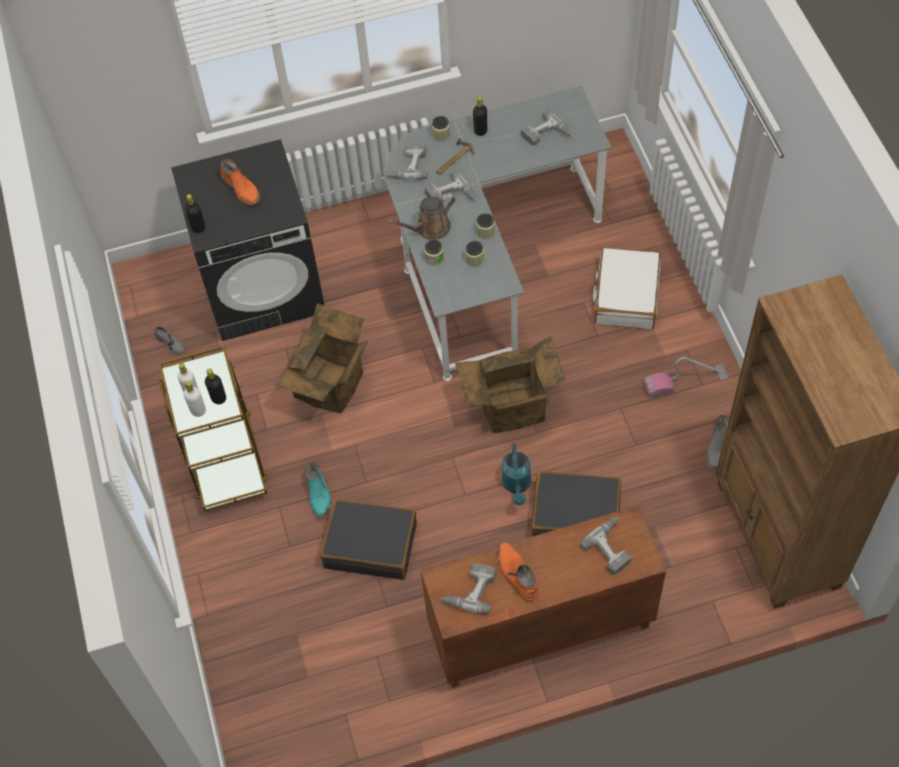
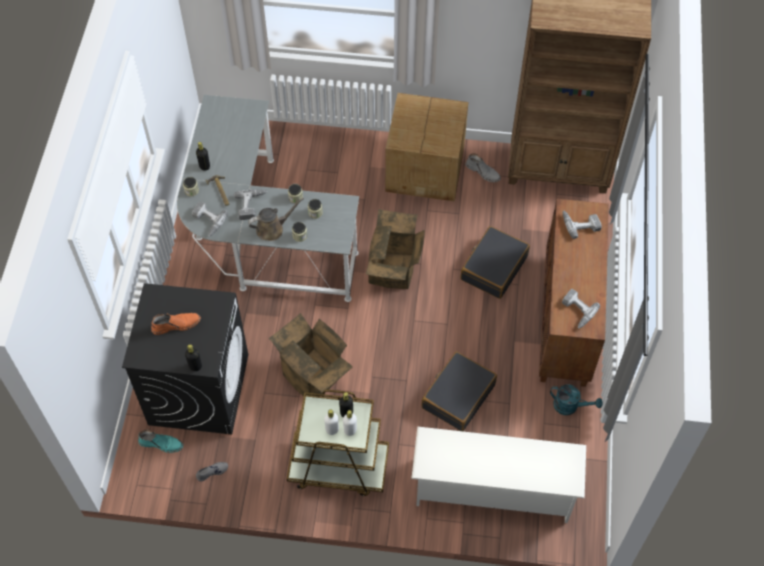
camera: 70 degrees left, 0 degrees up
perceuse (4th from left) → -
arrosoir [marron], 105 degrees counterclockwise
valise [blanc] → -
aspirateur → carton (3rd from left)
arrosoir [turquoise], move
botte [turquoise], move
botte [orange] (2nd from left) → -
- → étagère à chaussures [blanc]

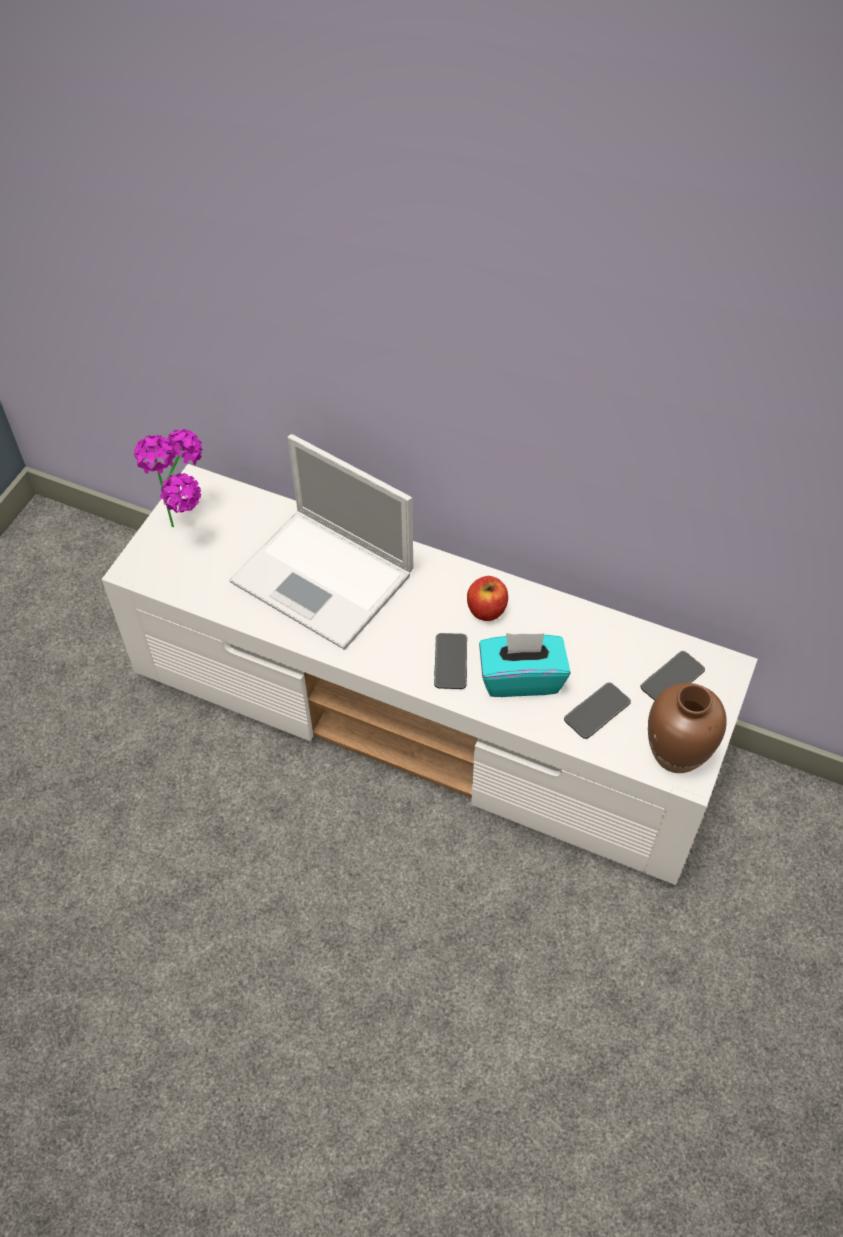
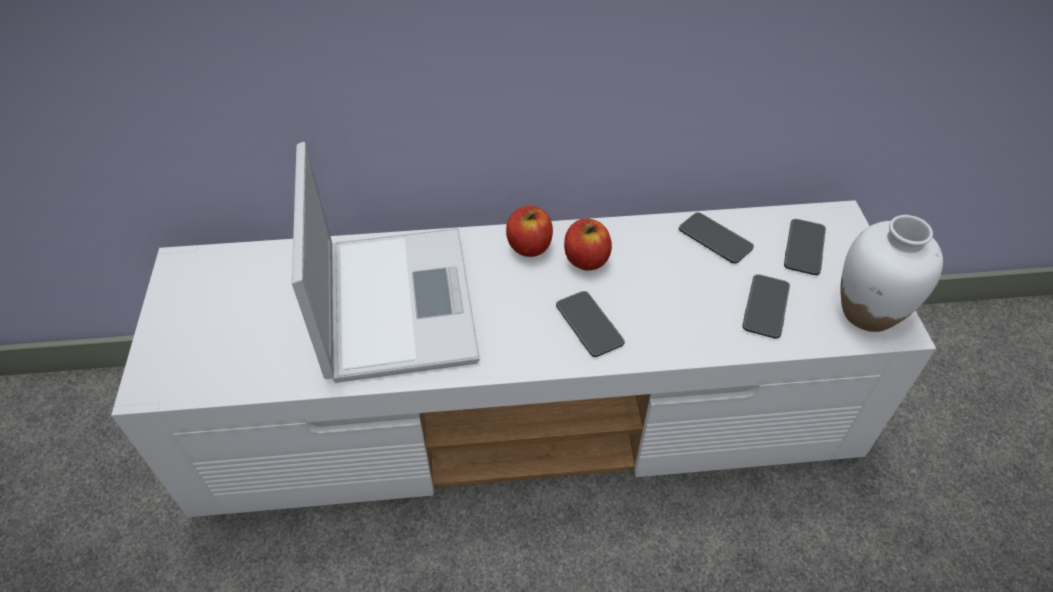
camera: 30 degrees left, 5 degrees down
plante en pot → -
ordinateur portable, 105 degrees counterclockwise
boîte à mouchoirs [turquoise] → -
vase [marron] → vase [blanc]
- → pomme (1st from left)
- → téléphone (2nd from left)

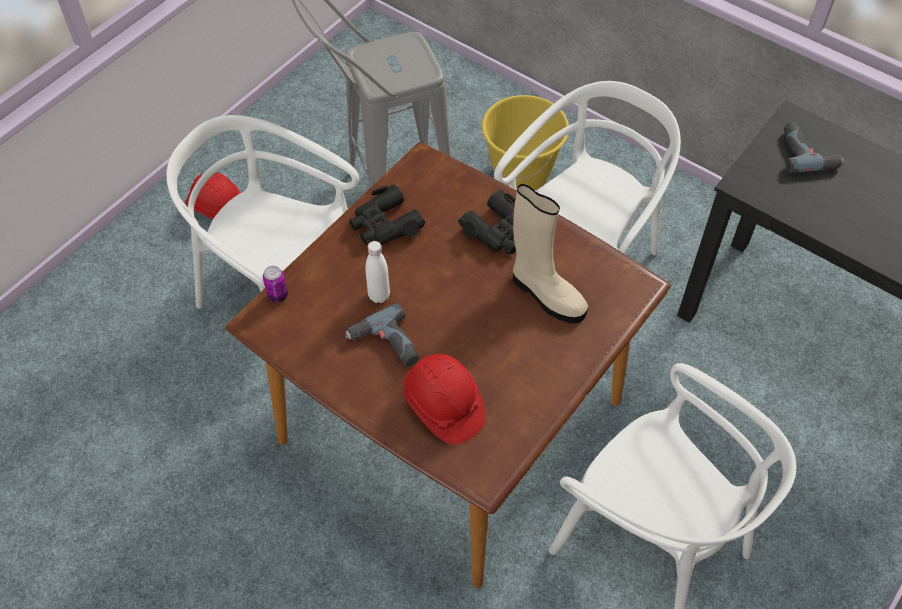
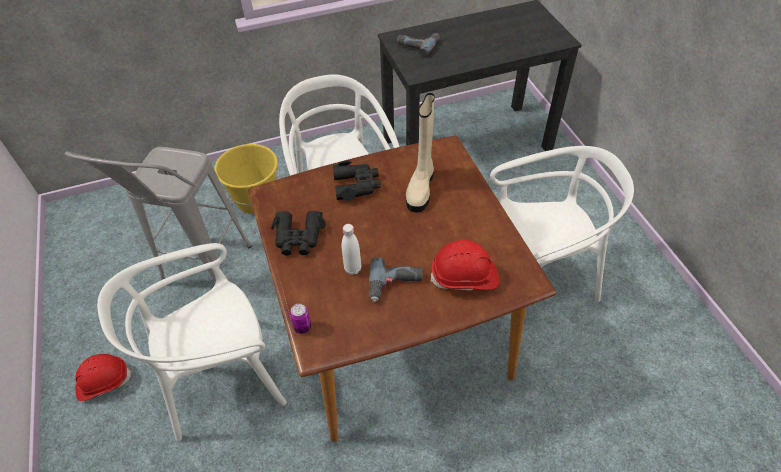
camera: 55 degrees left, 5 degrees down
botte [beige], 120 degrees clockwise

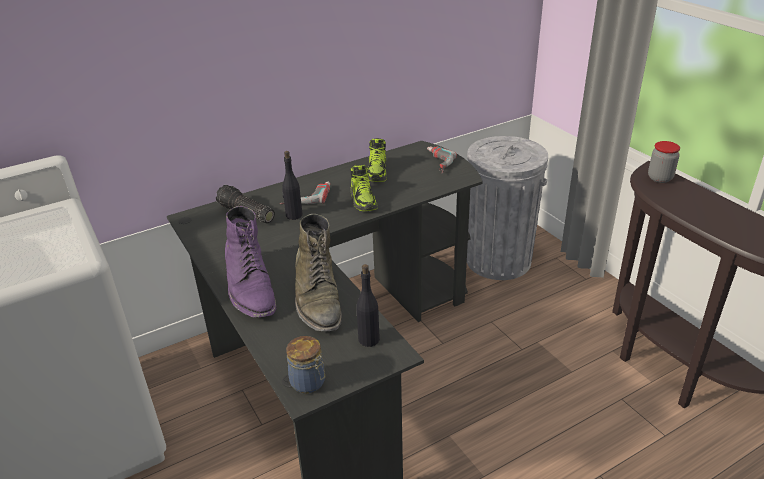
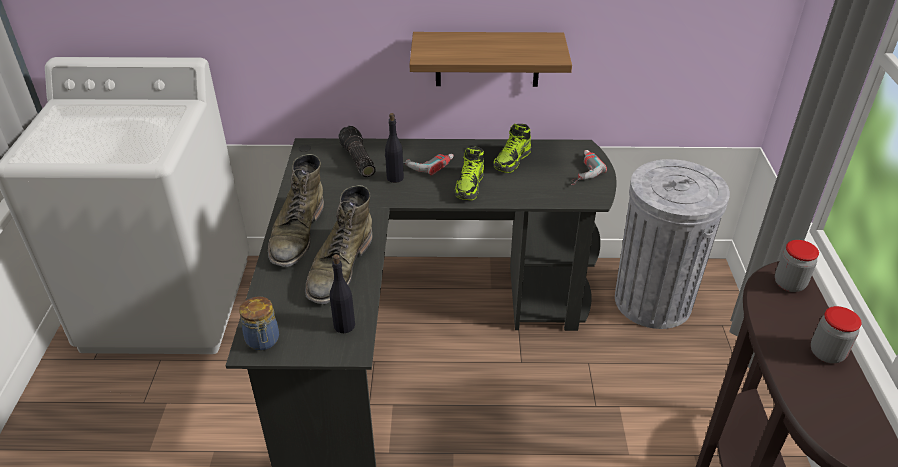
camera: 30 degrees right, 5 degrees up
botte [violet] → botte [vert] (1st from left)
- → étagère
- → bocal (3rd from left)

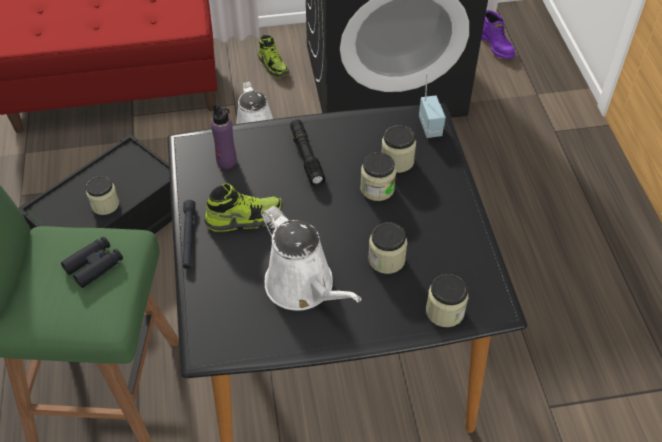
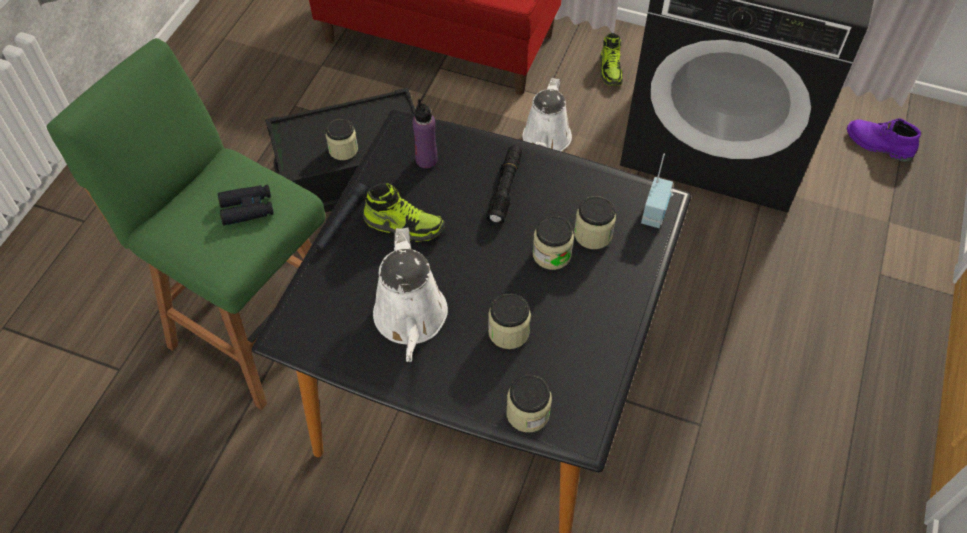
camera: 30 degrees right, 5 degrees up
botte [violet], 120 degrees clockwise

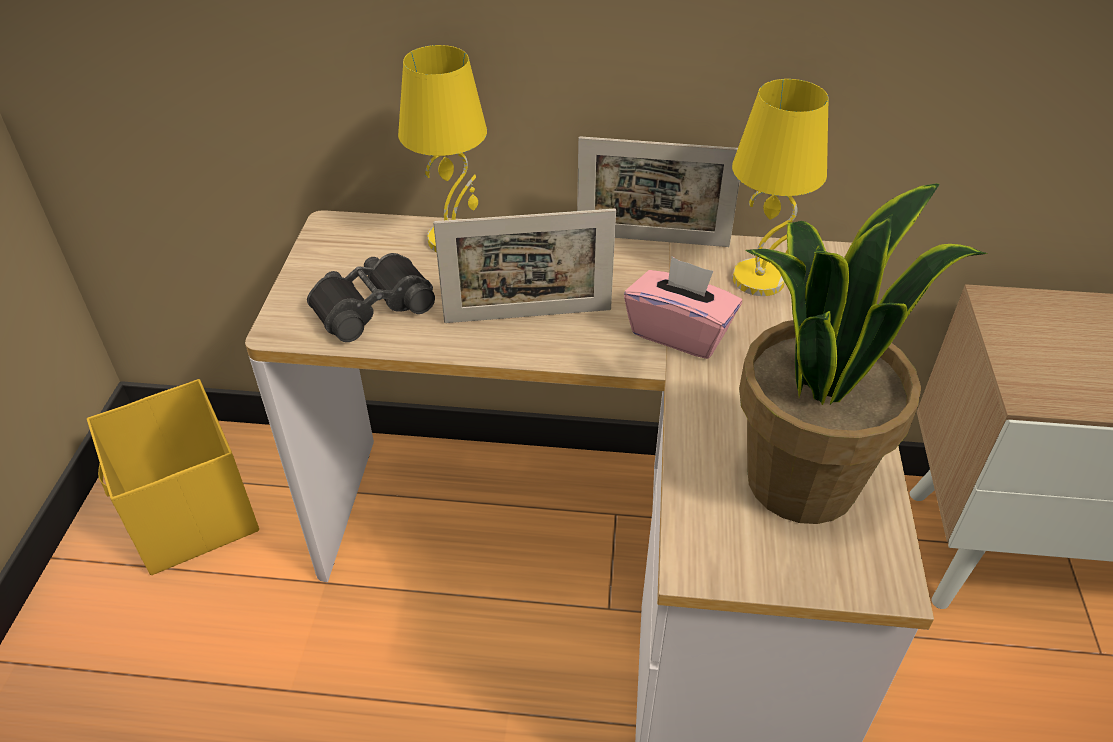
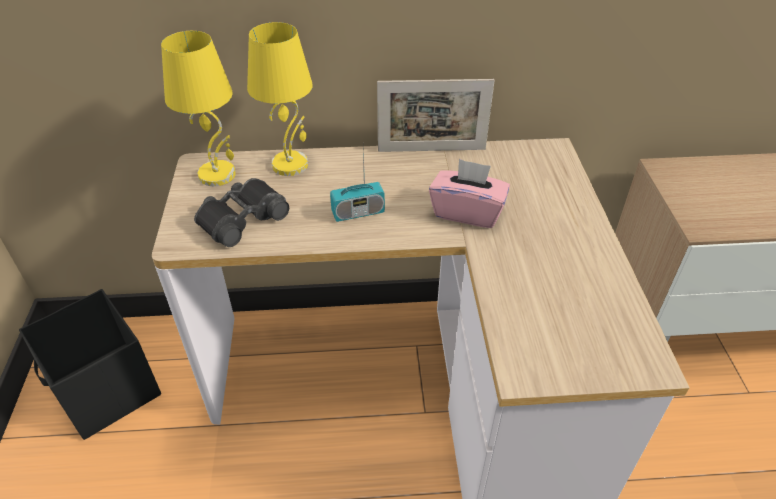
camera: 10 degrees left, 0 degrees up
lampe de table [jaune] (2nd from left in the first image) → lampe de table [jaune] (1st from left), move
plante en pot → -
cadre photo (1st from left) → radio
boîte de rangement [jaune] → boîte de rangement [noir]

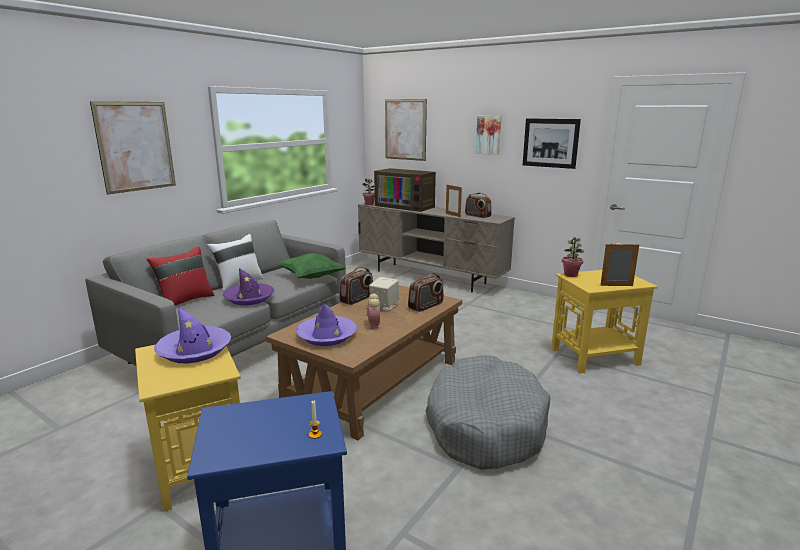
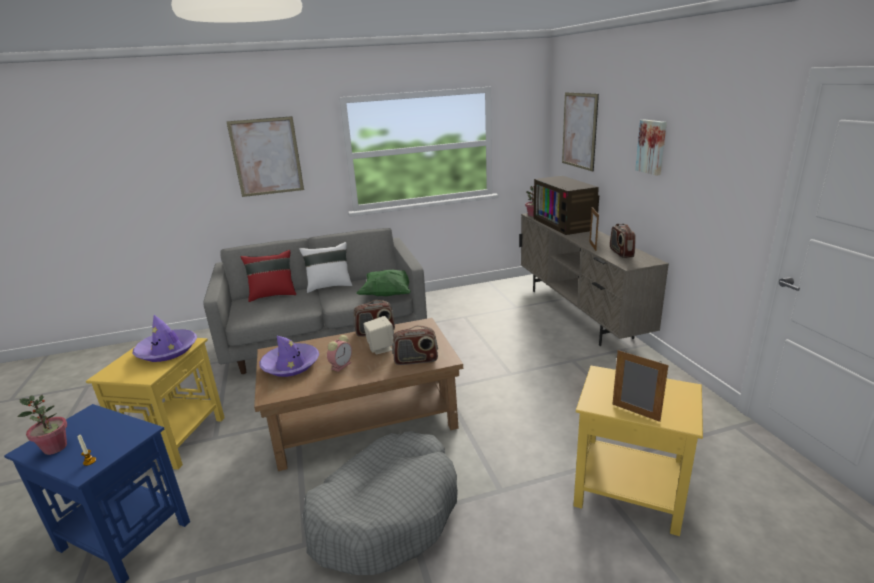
camera: 40 degrees right, 5 degrees up
tableau (4th from left) → -
plante en pot (2nd from left in the first image) → plante en pot (1st from left), move
chapeau [violet] (2nd from left) → -

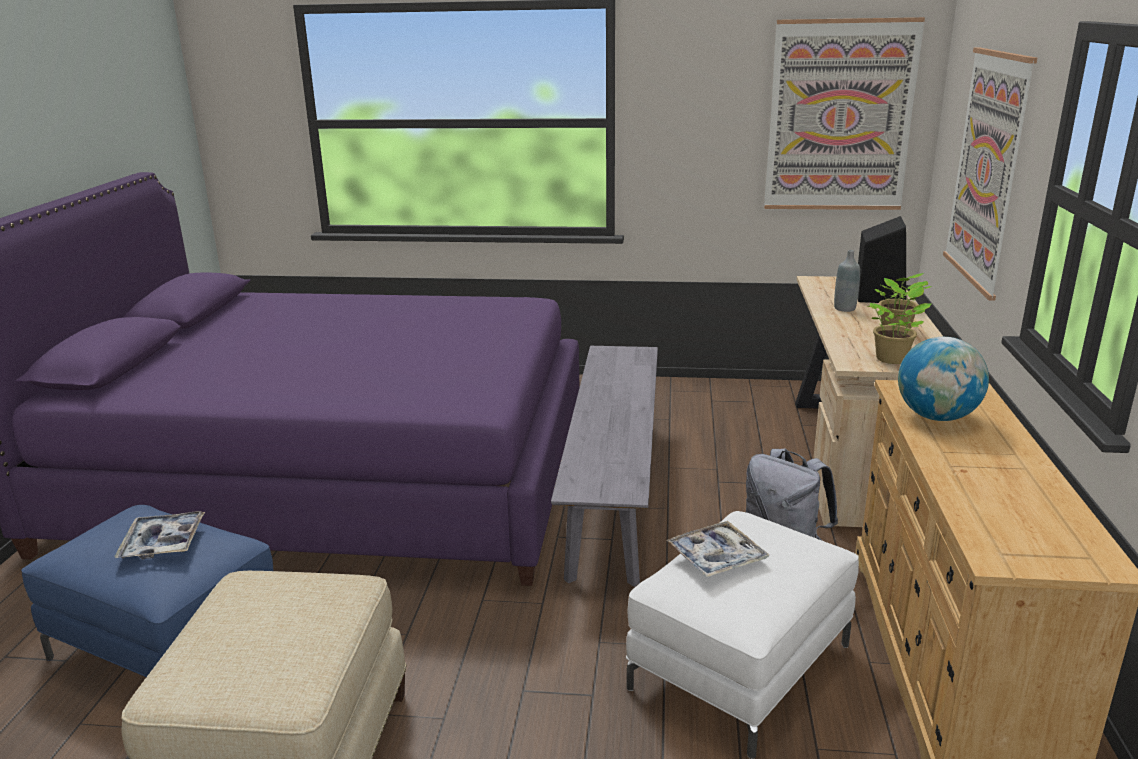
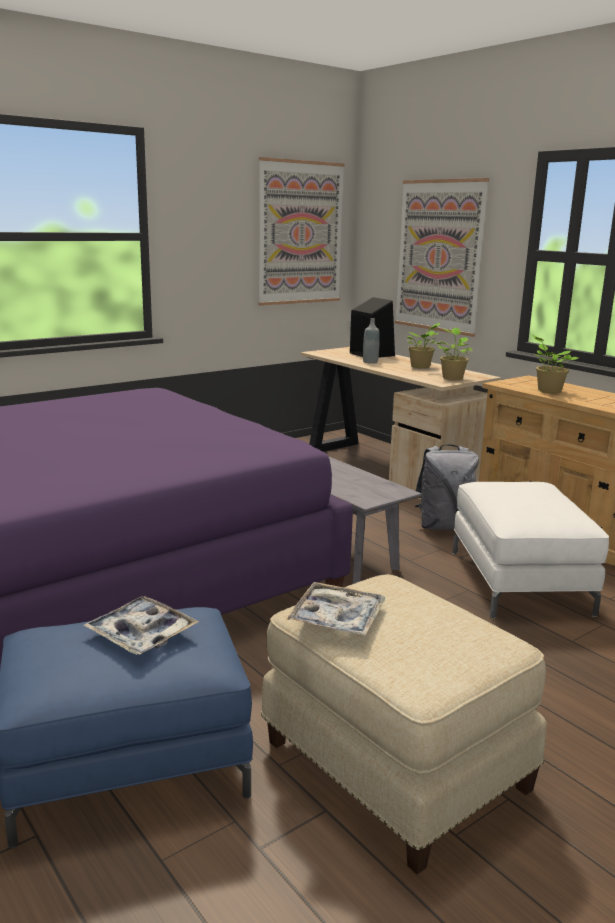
camera: 45 degrees left, 5 degrees down
globe → plante en pot (3rd from left)
plateau (2nd from left), move

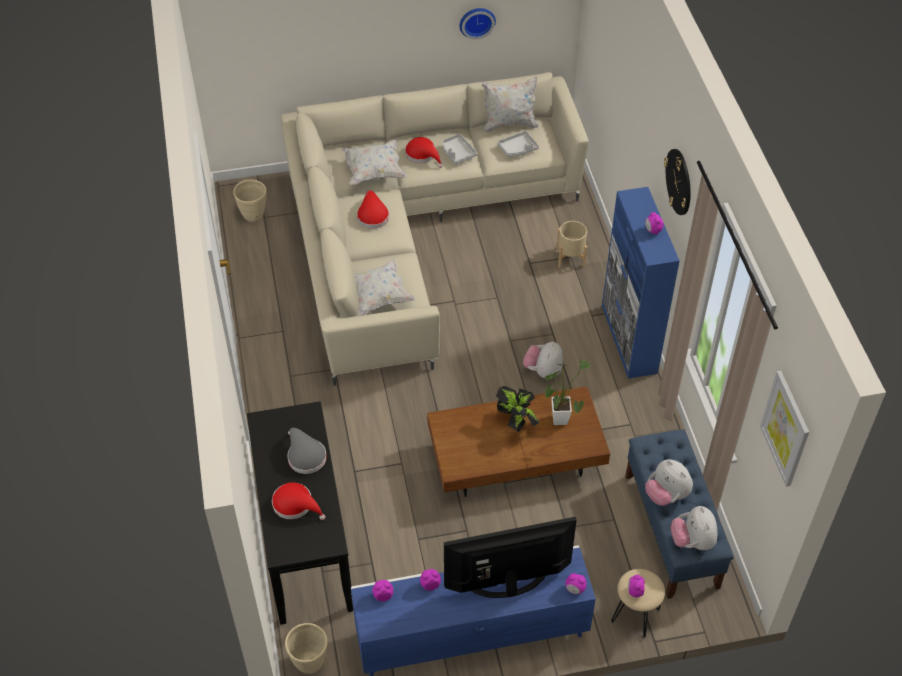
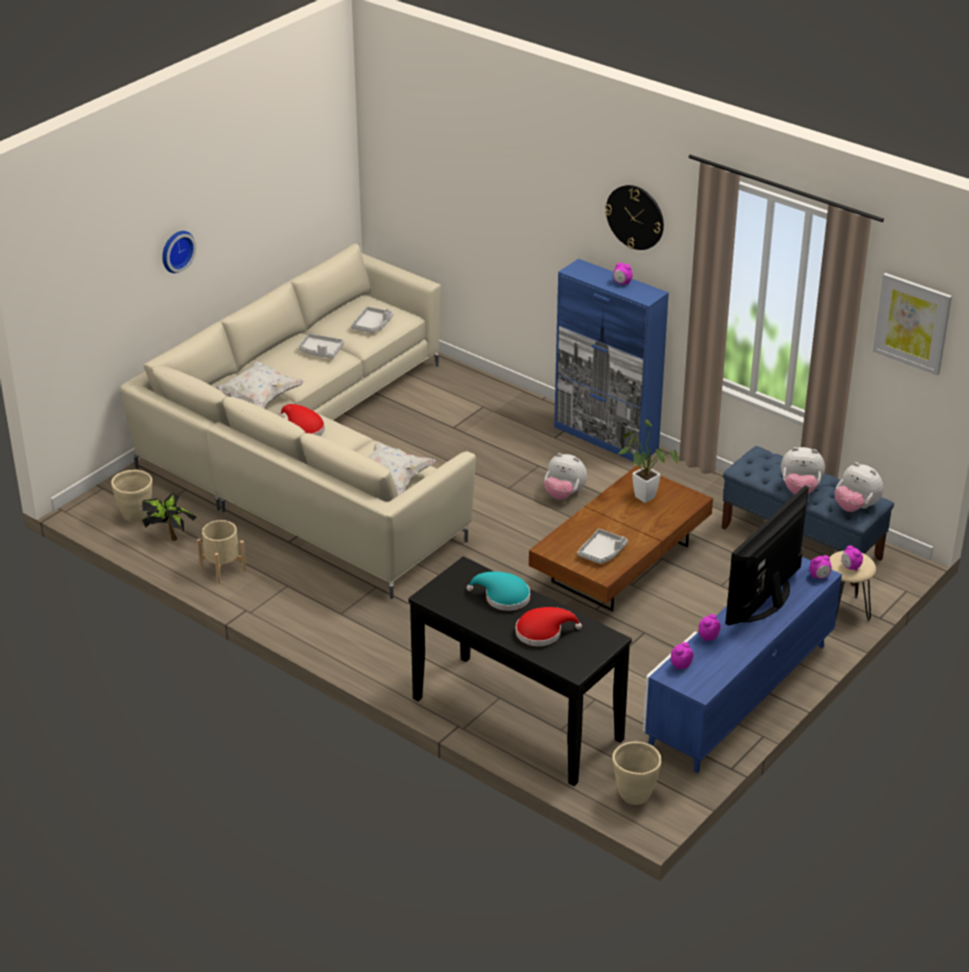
camera: 40 degrees left, 15 degrees down
horloge murale (1st from left), move
coussin [blanc] (3rd from left) → -
chapeau [rouge] (3rd from left) → -
cache-pot [beige] (3rd from left in the first image) → cache-pot [beige] (2nd from left), move
peluche (1st from left), 45 degrees counterclockwise
plante en pot (1st from left), move
chapeau [gris] → chapeau [turquoise]
- → plateau [gris] (3rd from left)

